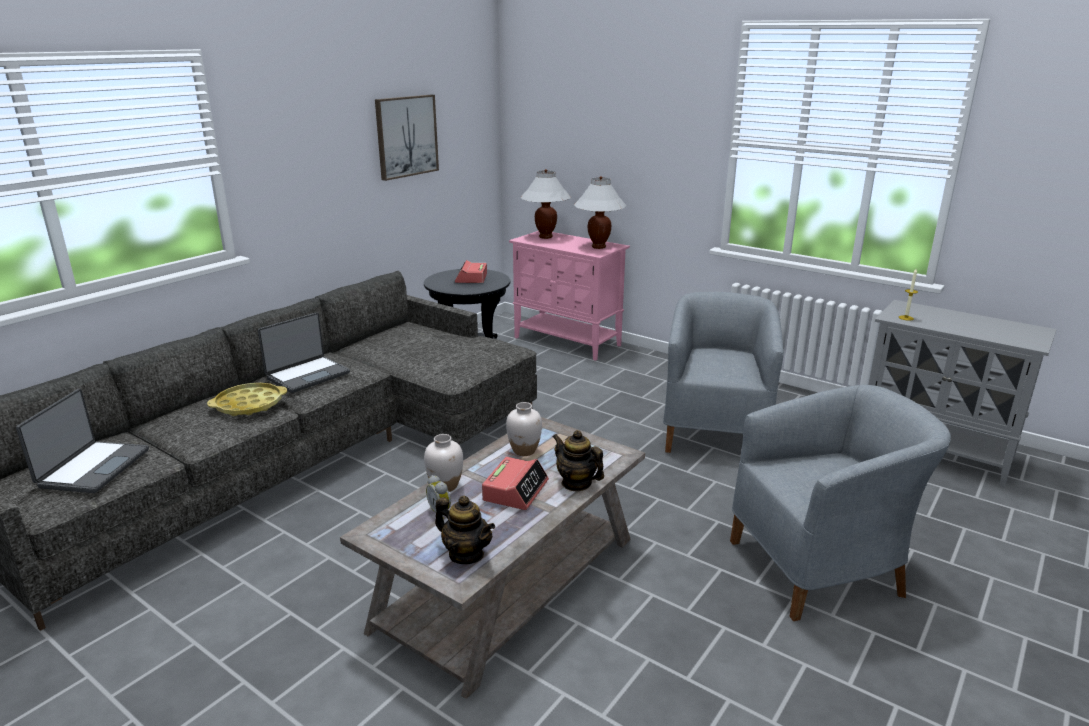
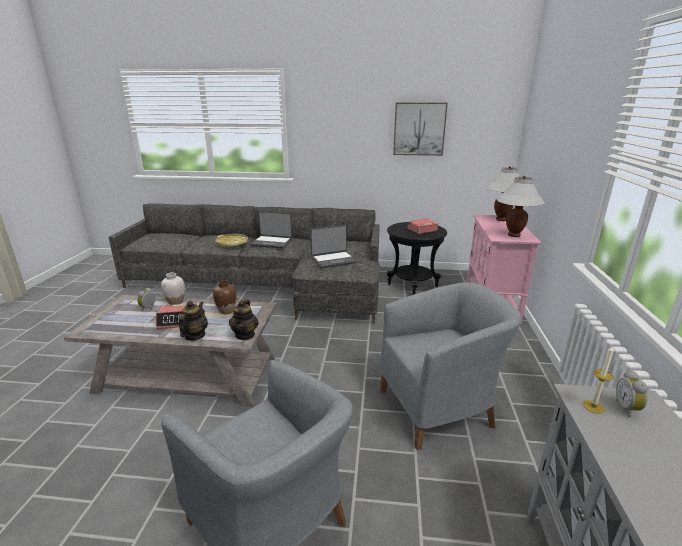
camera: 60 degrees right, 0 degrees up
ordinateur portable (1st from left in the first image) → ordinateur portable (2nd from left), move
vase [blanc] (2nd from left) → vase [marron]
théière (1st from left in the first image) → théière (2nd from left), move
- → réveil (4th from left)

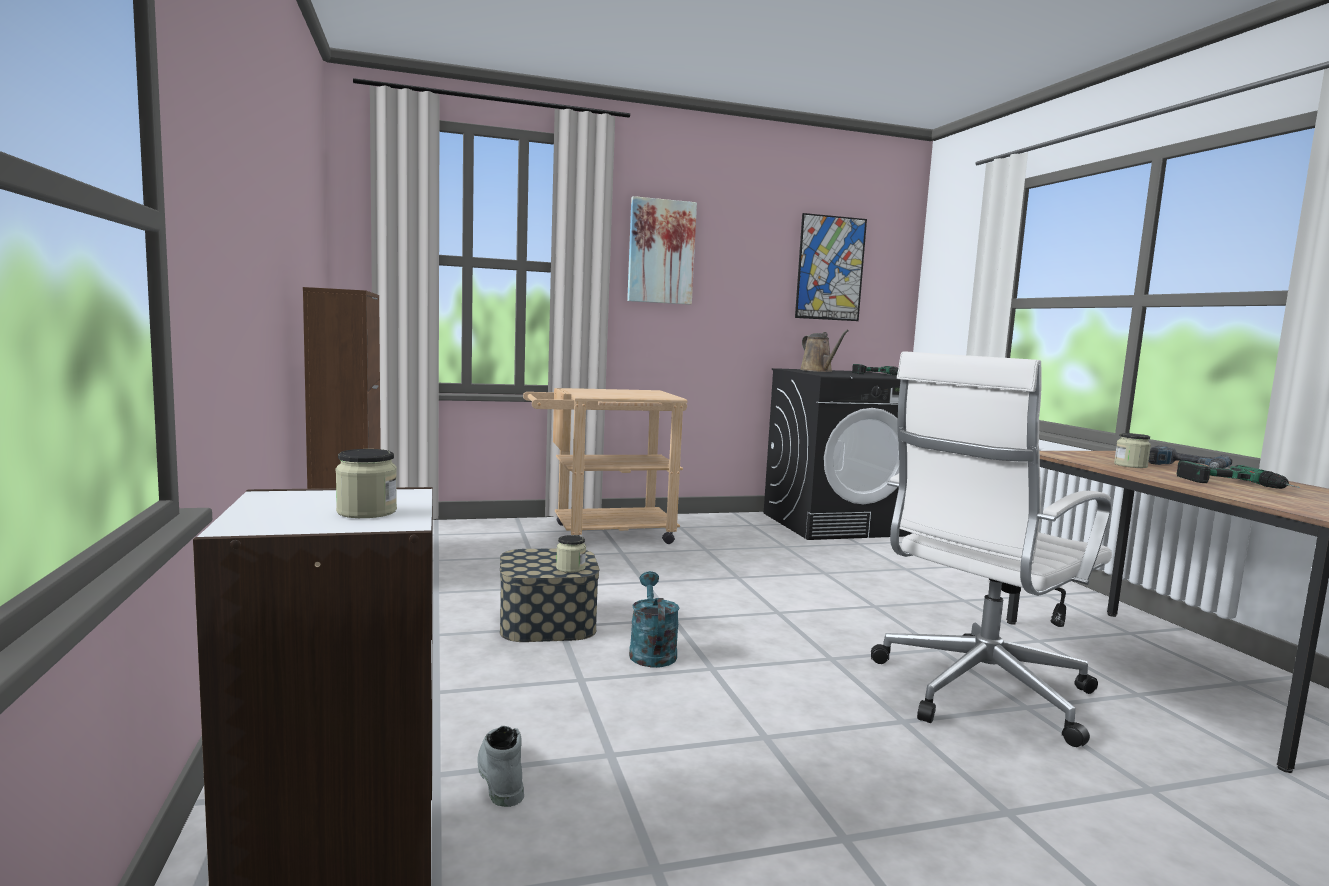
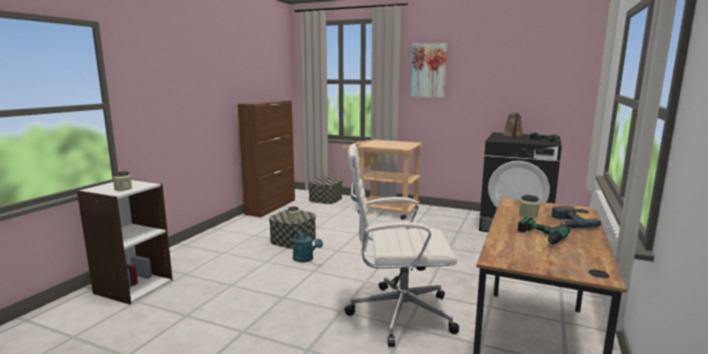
camera: 40 degrees right, 5 degrees up
tableau (2nd from left) → -
arrosoir [turquoise], 105 degrees clockwise
botte [gris] → -
- → boîte de rangement (2nd from left)

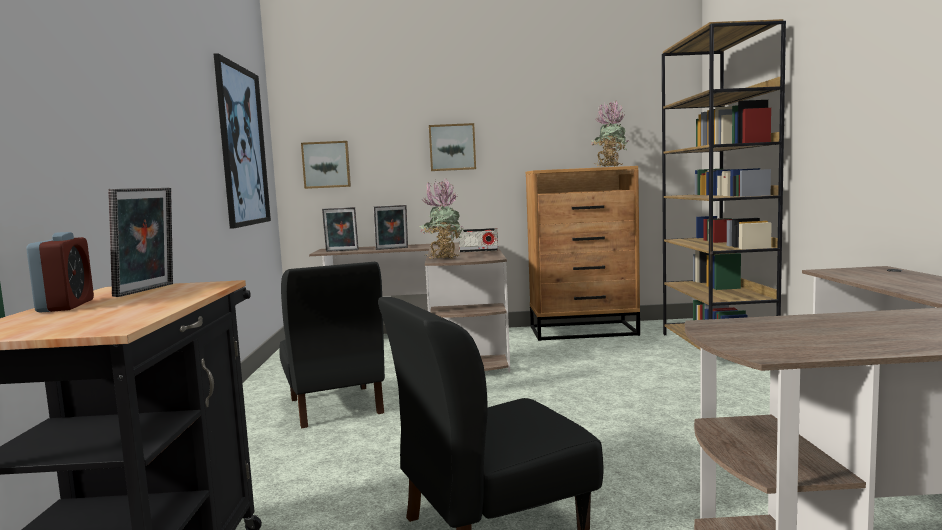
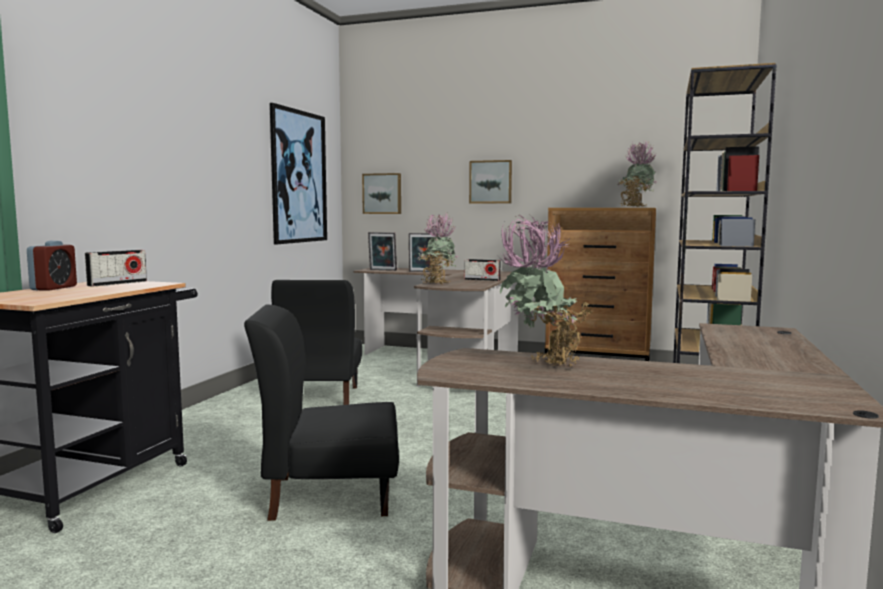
camera: 20 degrees right, 0 degrees up
cadre photo (1st from left) → radio (1st from left)
- → plante en pot (2nd from left)

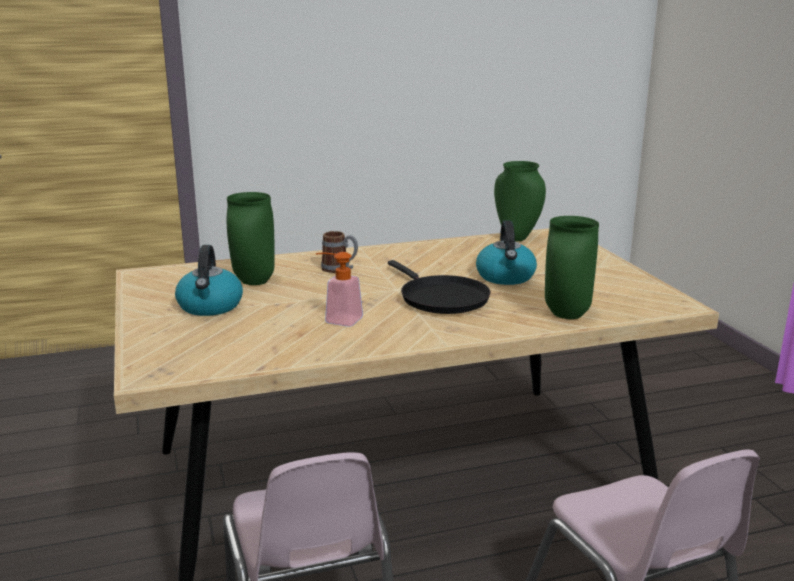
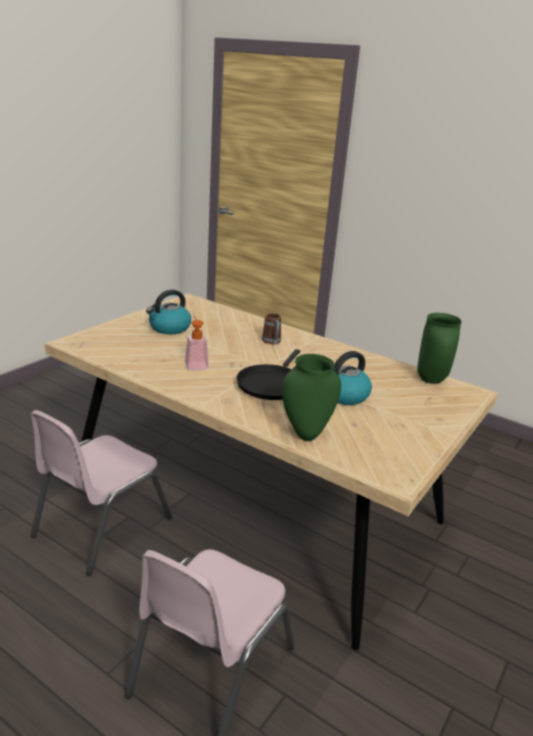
camera: 50 degrees right, 5 degrees up
vase [vert] (1st from left) → -

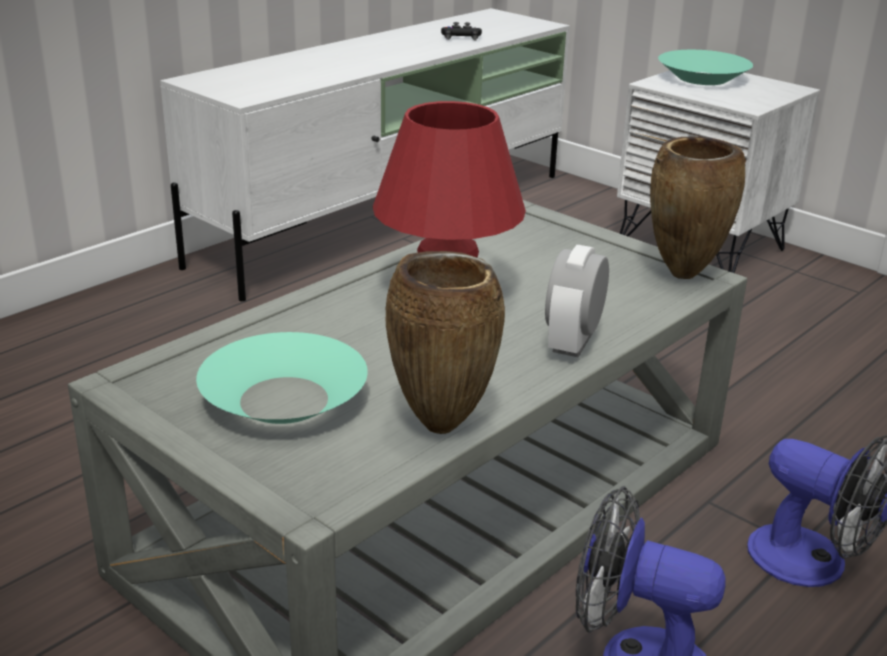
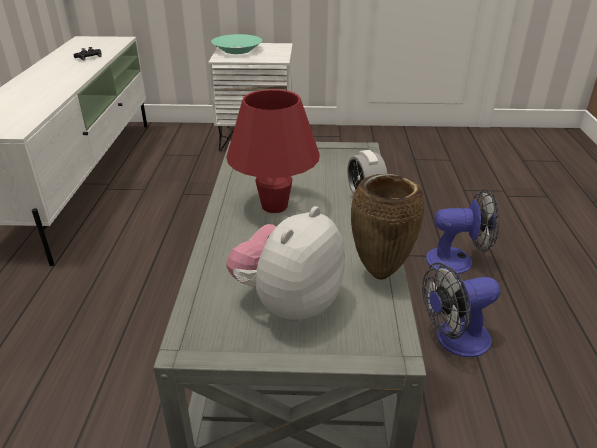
camera: 40 degrees left, 5 degrees up
vase [marron] (2nd from left) → -
bol [turquoise] (1st from left) → peluche

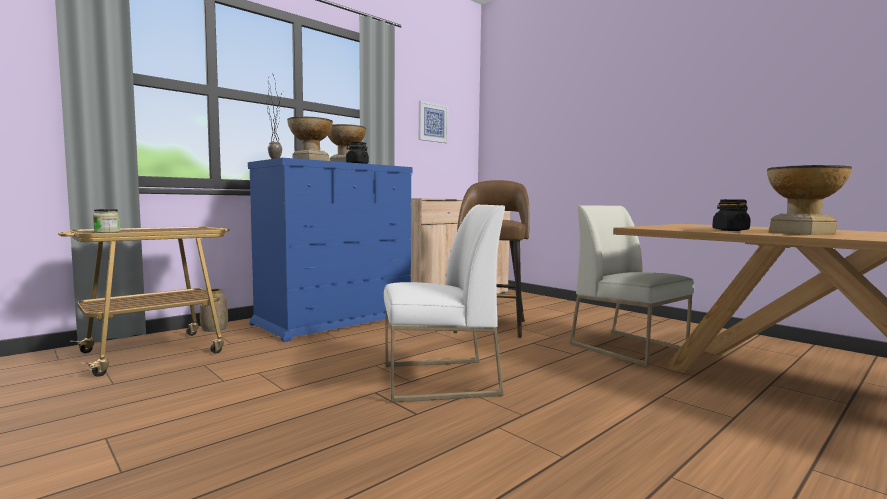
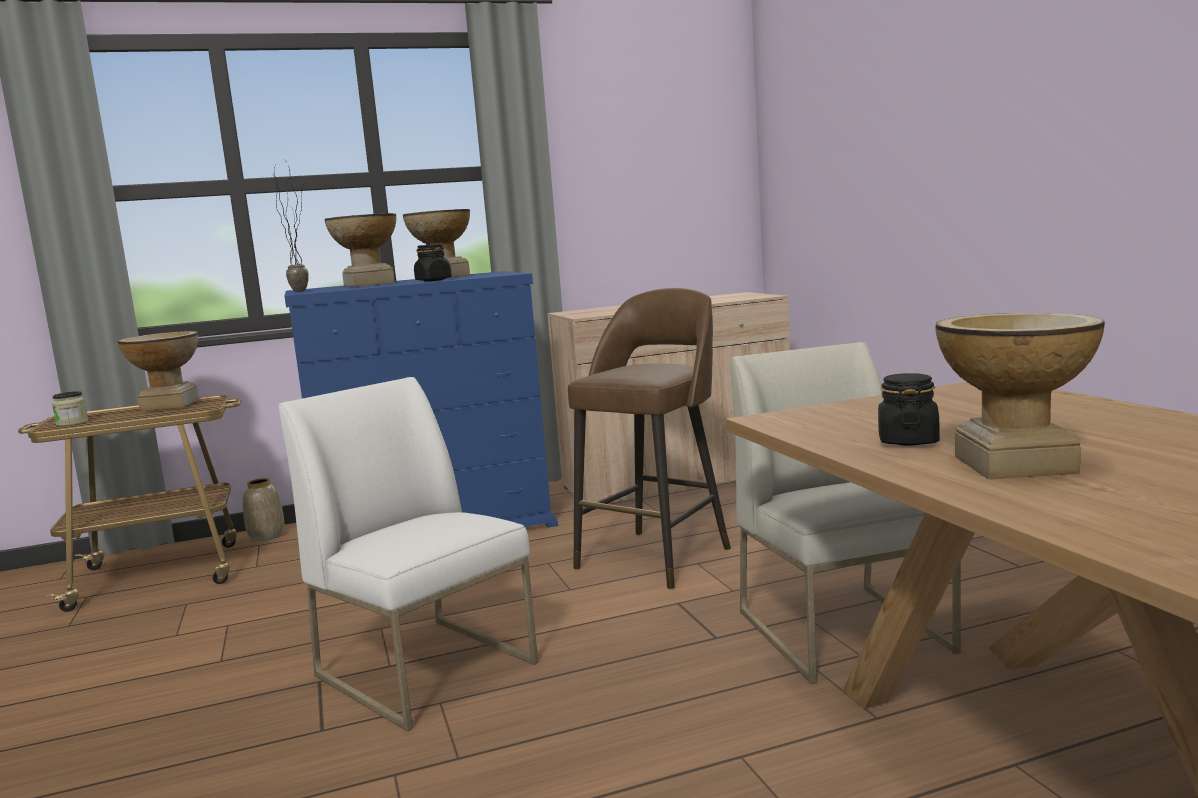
camera: 25 degrees right, 5 degrees up
tableau → -
chaise [blanc] (1st from left), 150 degrees counterclockwise
- → vase (1st from left)

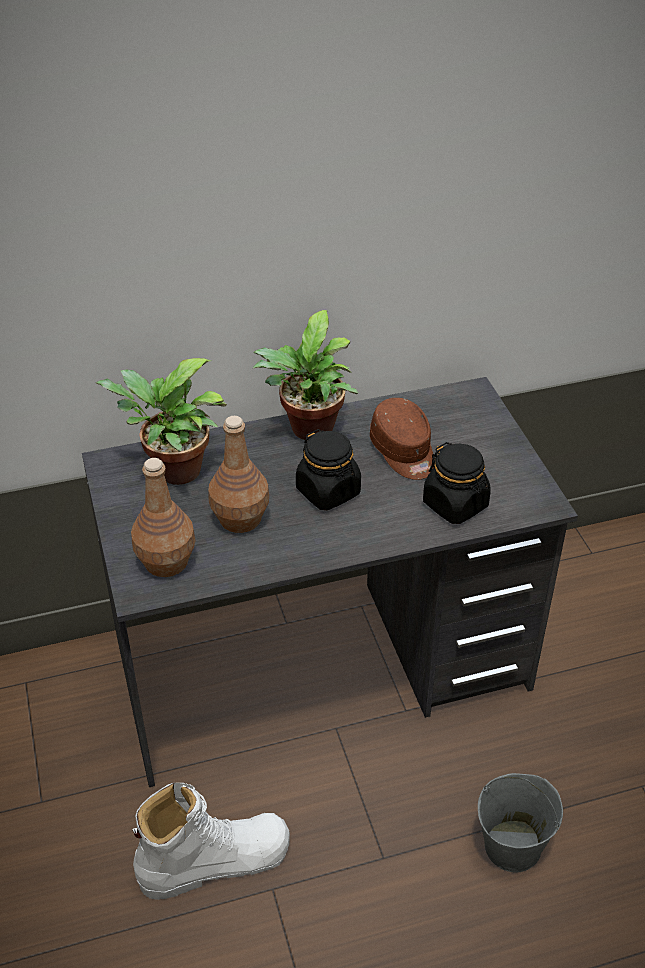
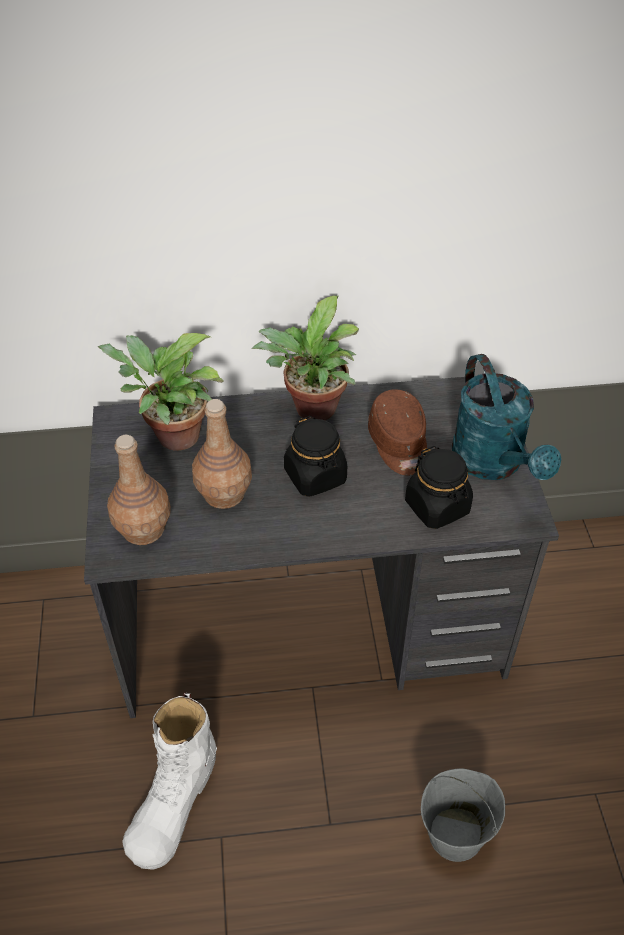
camera: 10 degrees right, 5 degrees up
botte [blanc], 120 degrees clockwise
- → arrosoir [turquoise]

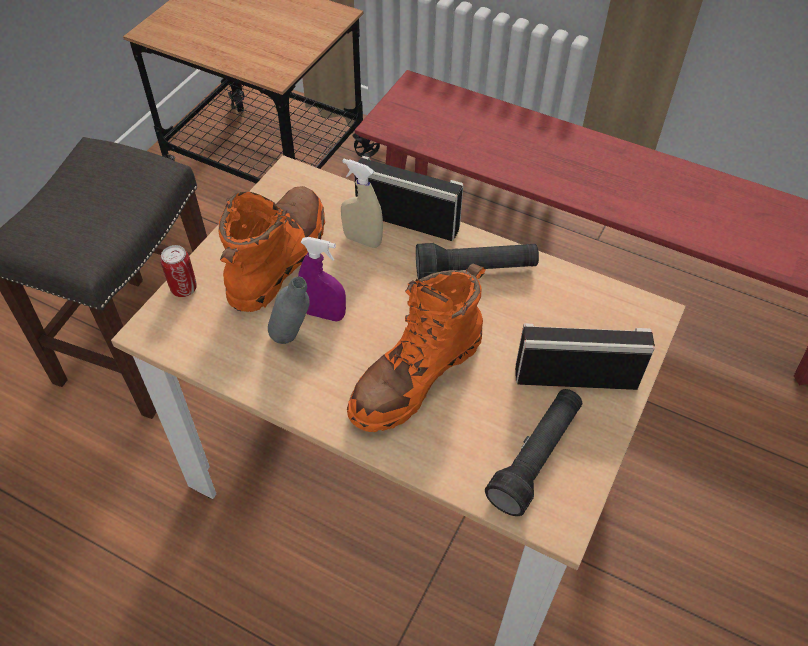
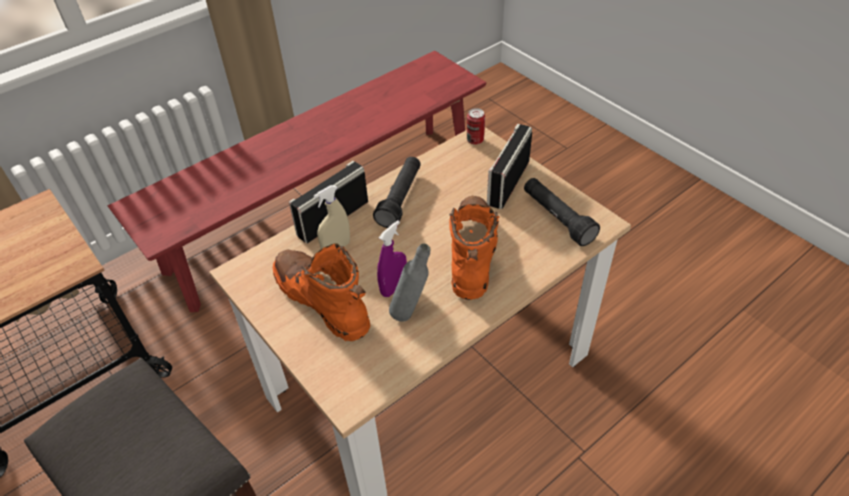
camera: 65 degrees left, 5 degrees down
boîte métallique, move
botte [orange] (2nd from left), 150 degrees counterclockwise

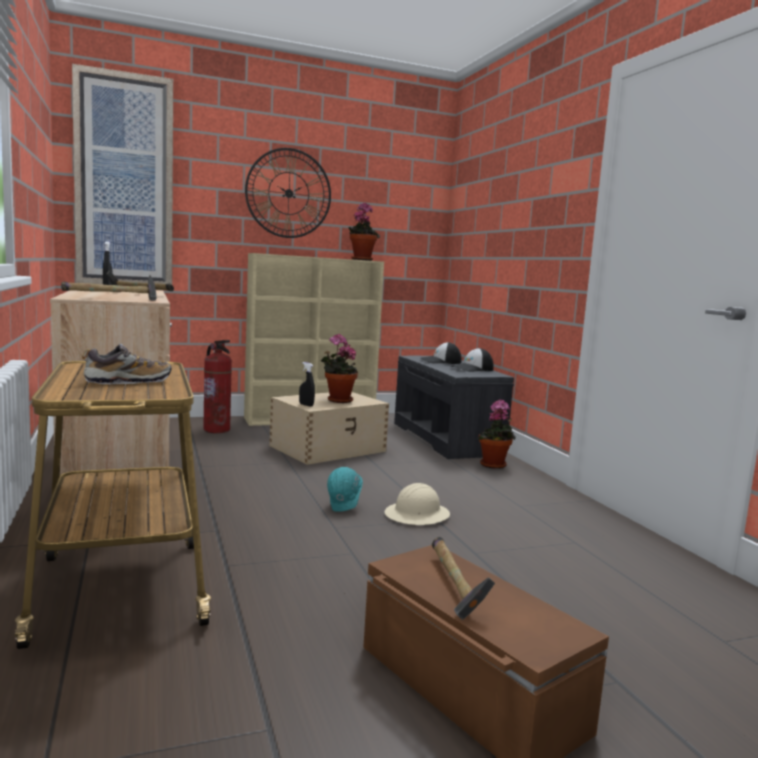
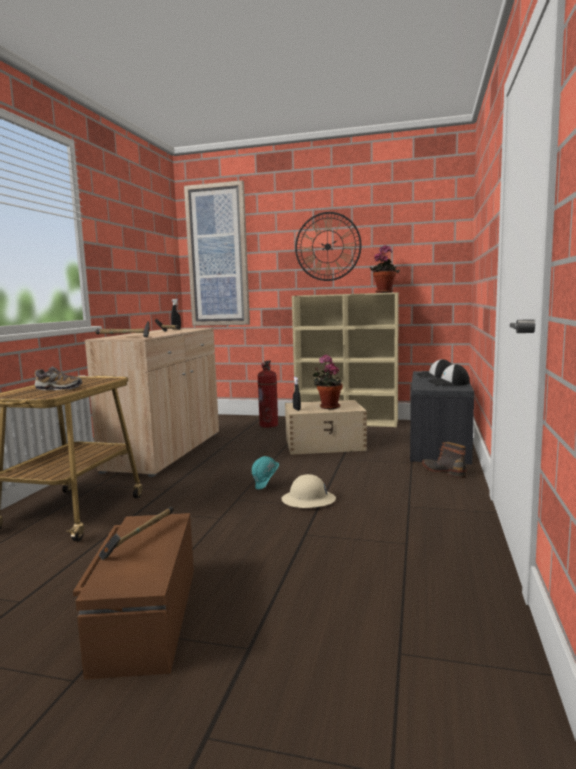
camera: 35 degrees right, 0 degrees up
plante en pot (3rd from left) → botte

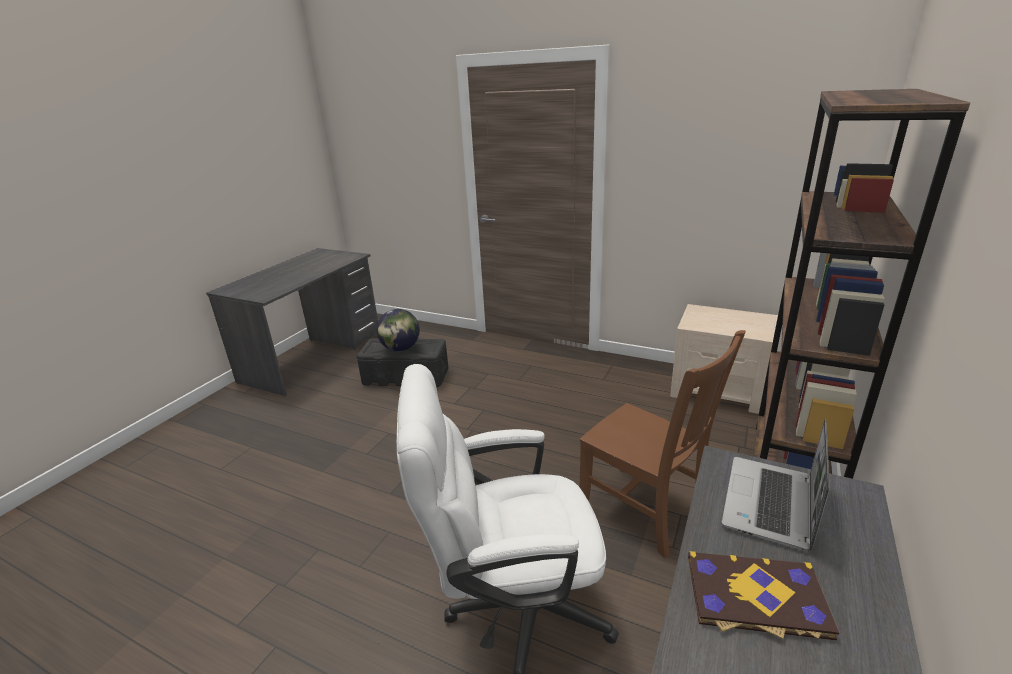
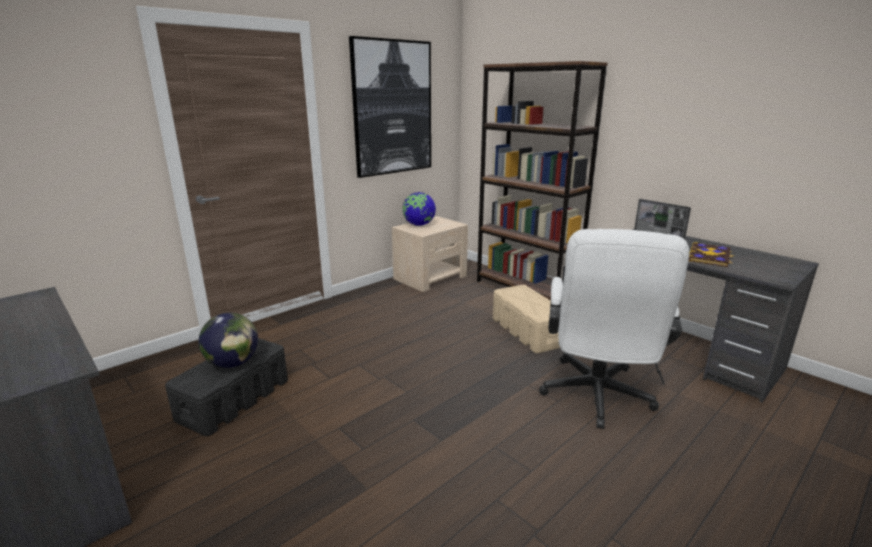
camera: 70 degrees left, 5 degrees down
chaise [marron] → boîte de rangement [beige]
- → tableau
- → globe (2nd from left)

